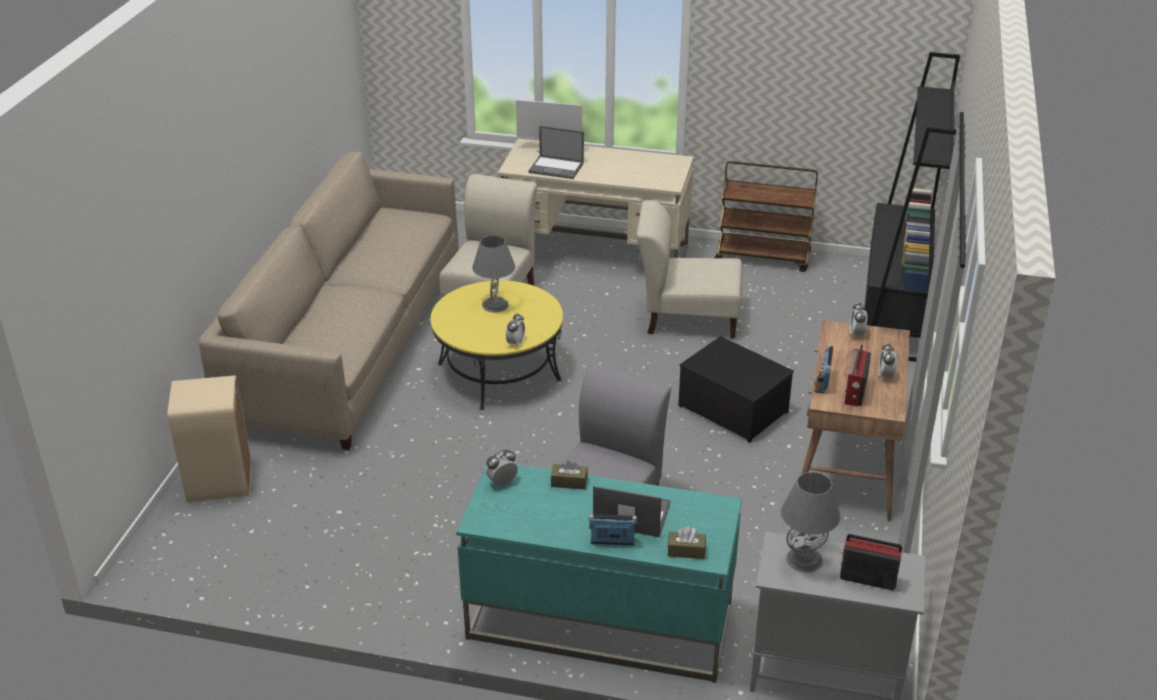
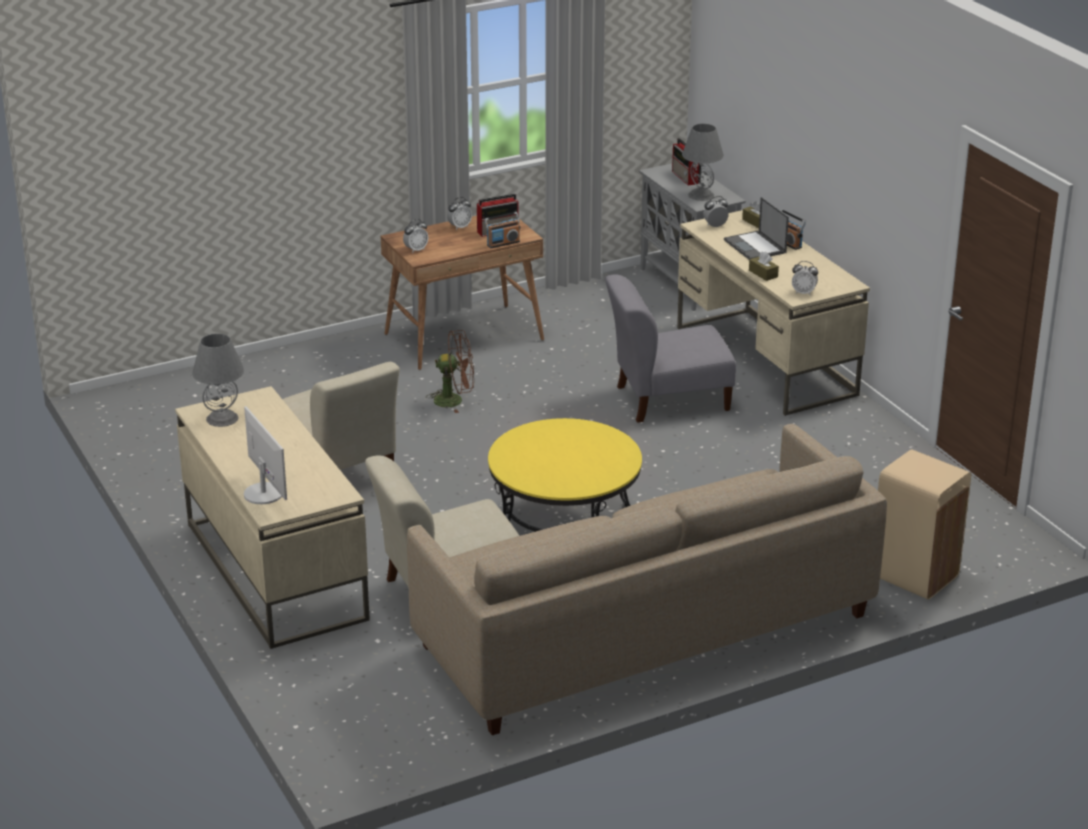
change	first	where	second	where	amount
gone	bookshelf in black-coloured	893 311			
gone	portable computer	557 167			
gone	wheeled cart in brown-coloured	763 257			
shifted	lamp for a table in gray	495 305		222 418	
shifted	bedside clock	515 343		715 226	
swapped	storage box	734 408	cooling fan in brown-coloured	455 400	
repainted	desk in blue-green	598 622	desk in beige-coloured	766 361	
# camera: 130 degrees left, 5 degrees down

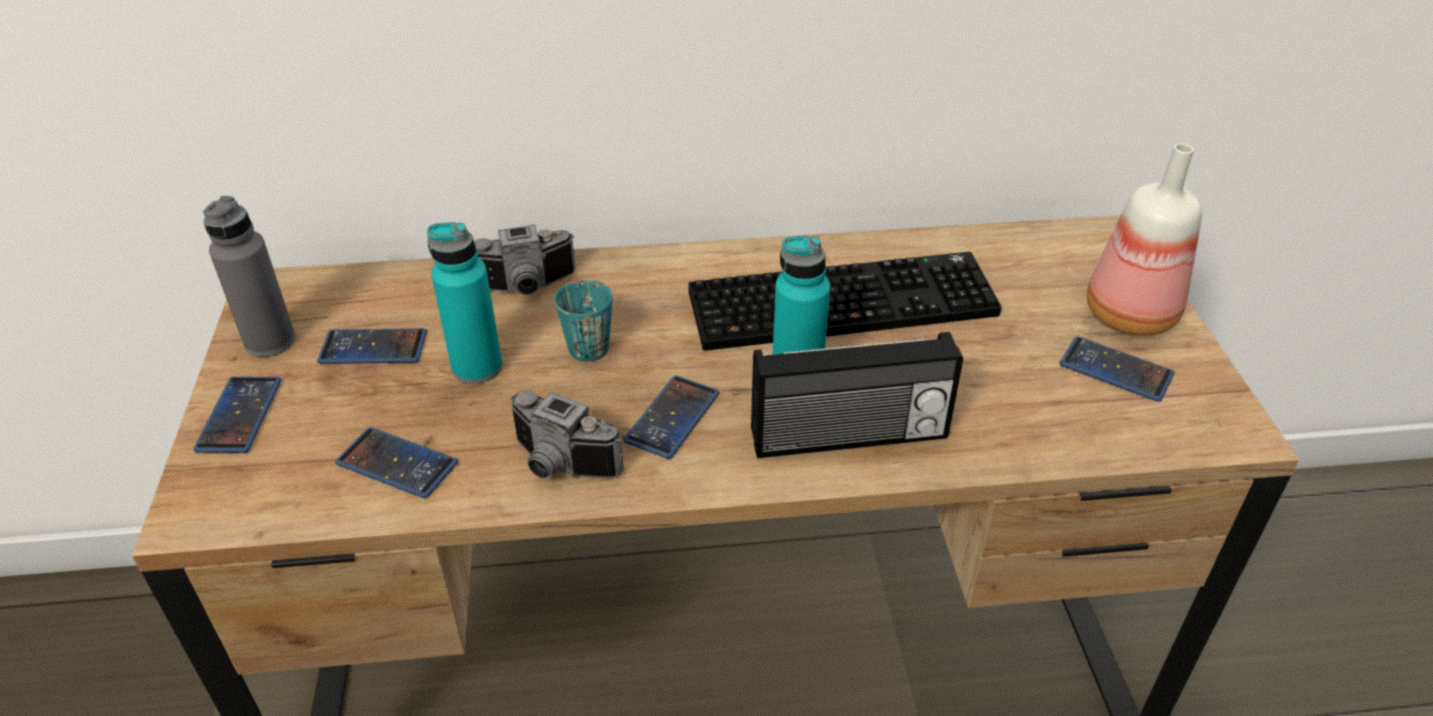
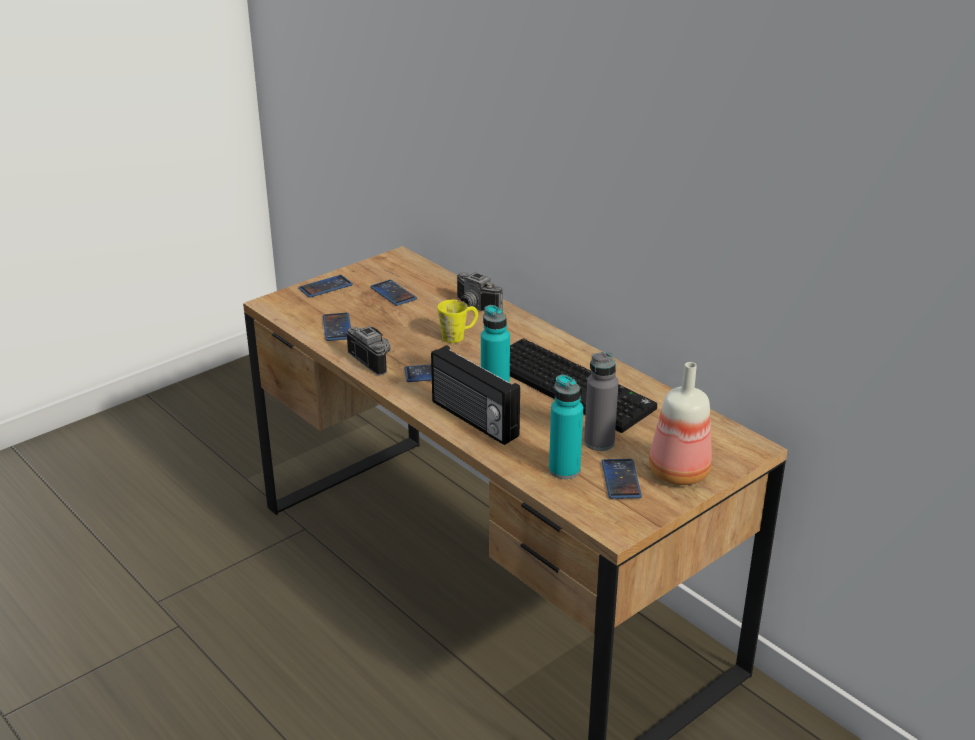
change	first	where	second	where	amount
shifted	beverage bottle in gray	270 341		599 442	
shifted	beverage bottle in blue-green	477 367		564 470	
repainted	coffee mug in blue-green	589 339	coffee mug in yellowish	459 335	
rotated	photo camera	559 466		375 360	150 degrees clockwise
# camera: 55 degrees right, 10 degrees down

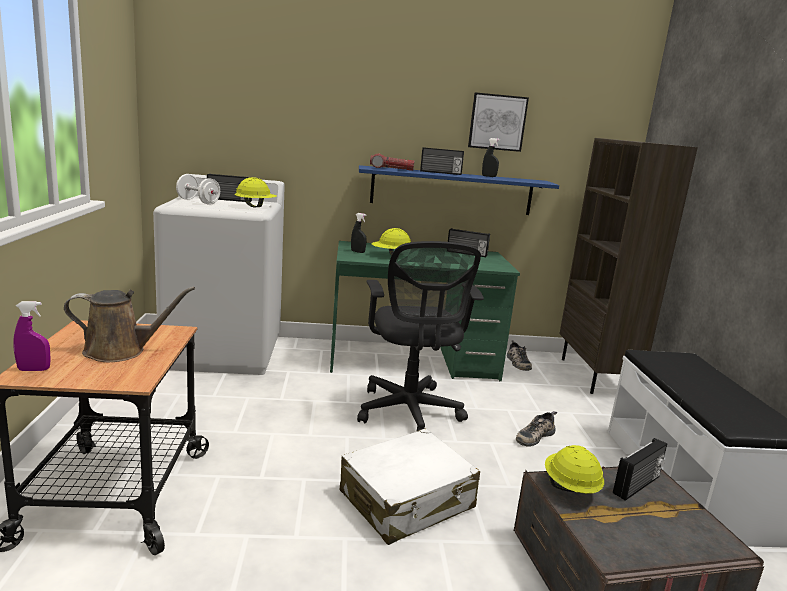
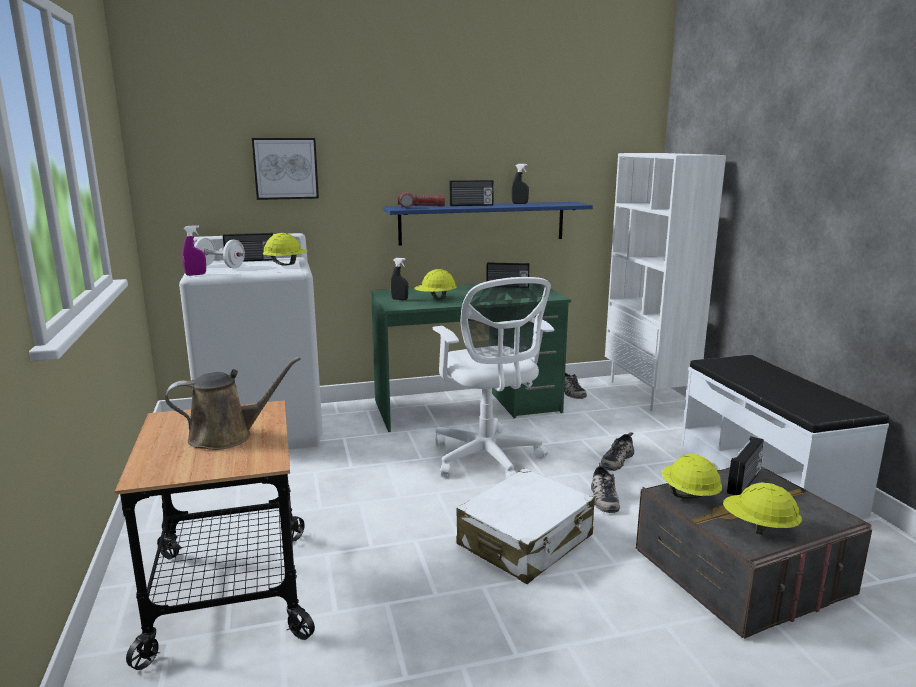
change	first	where	second	where	amount
shifted	wall picture	497 122		285 168	
repainted	bookshelf in brown-coloured	595 376	bookshelf in white	649 394	
repainted	computer chair in black-coloured	409 414	computer chair in white	488 459	
shifted	spray bottle in purple	34 370		196 274	
new			item of footwear	602 497	
new			safety helmet in yellowish	758 527	
# camera: 10 degrees left, 0 degrees up

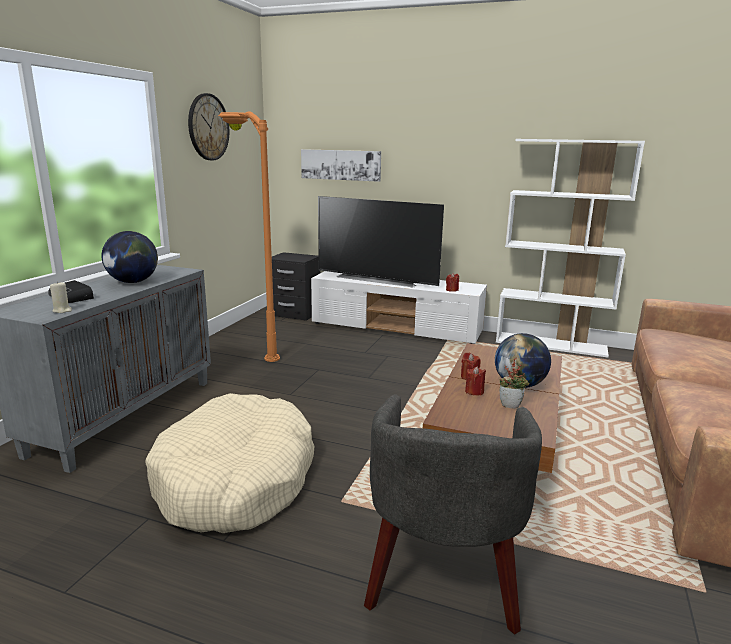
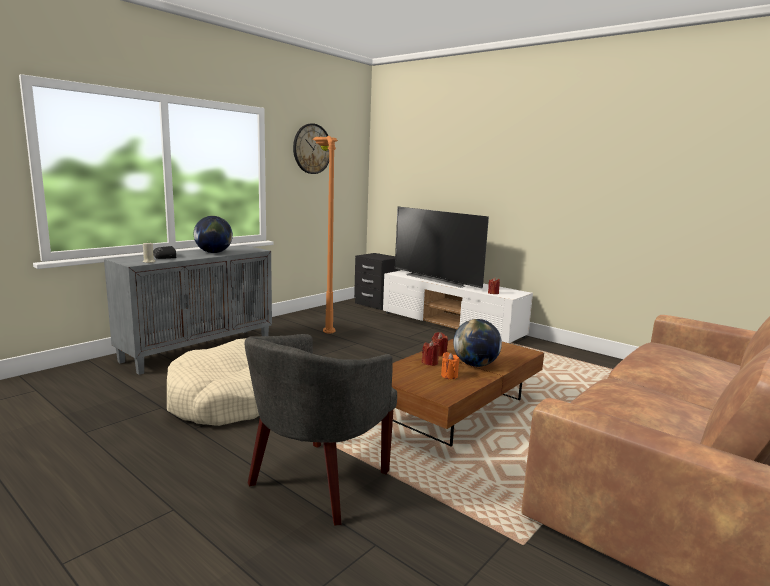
change	first	where	second	where	amount
gone	bookshelf in white	551 344			
gone	wall picture	341 165			
swapped	potted plant	511 405	wax candle in orangey	449 376	
# camera: 20 degrees right, 5 degrees down

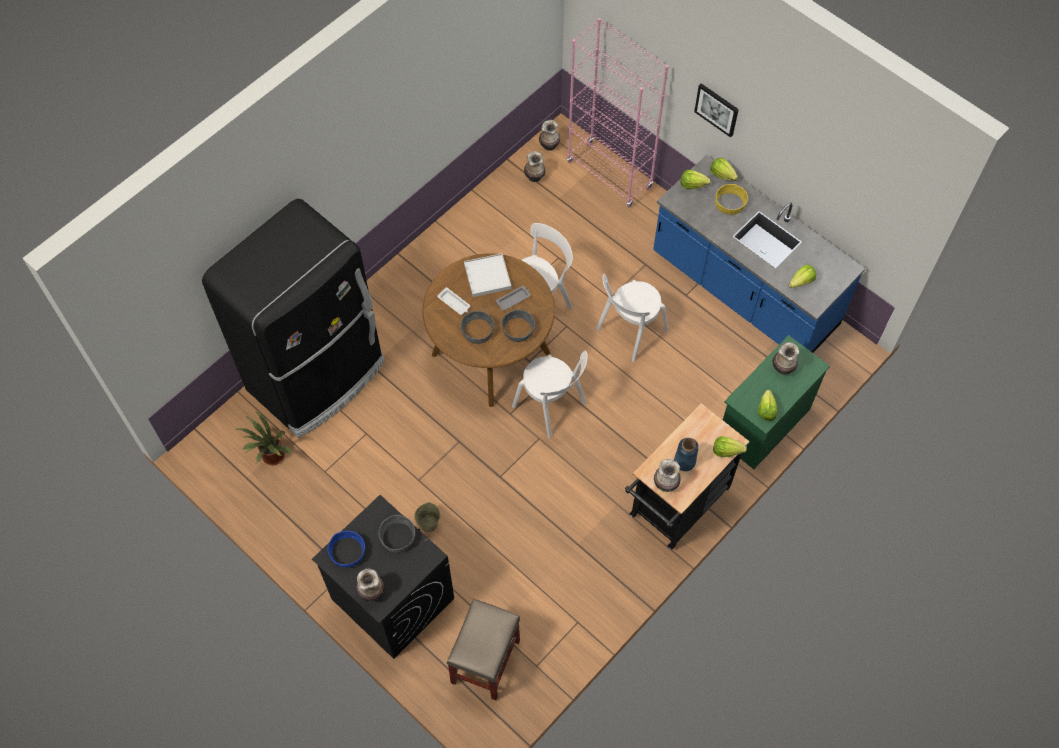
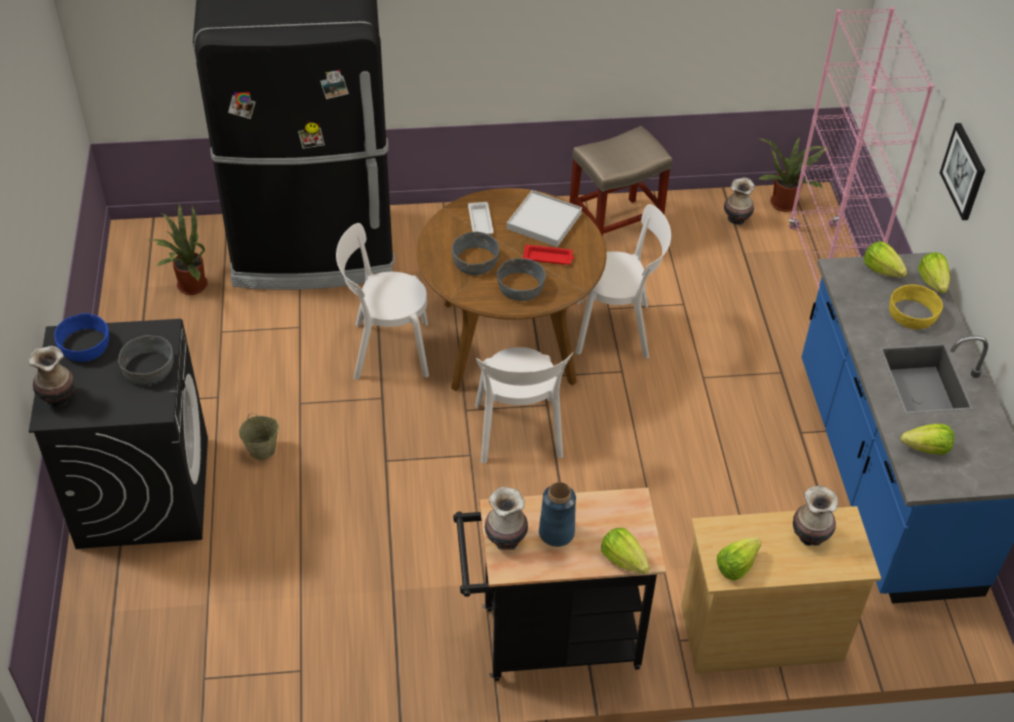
change	first	where	second	where	amount
swapped	flower vase	549 145	potted plant	785 202	
shifted	plain chair in white	629 332		386 350	
repainted	carrying tray in gray	514 299	carrying tray in red	549 257	
repainted	drawer chest in greenish	763 424	drawer chest in beige-coloured	760 633	
shifted	stool in beige-coloured	485 660		615 225	
# camera: 40 degrees right, 15 degrees down

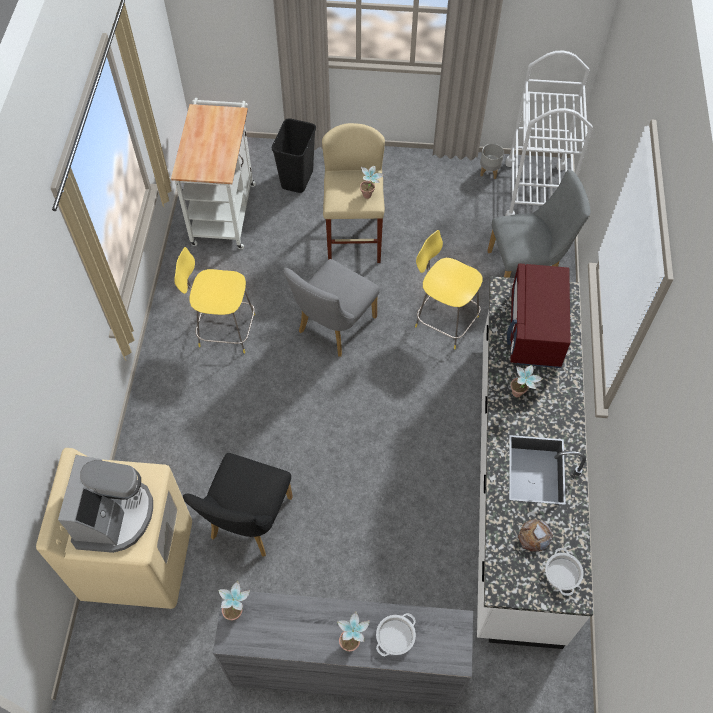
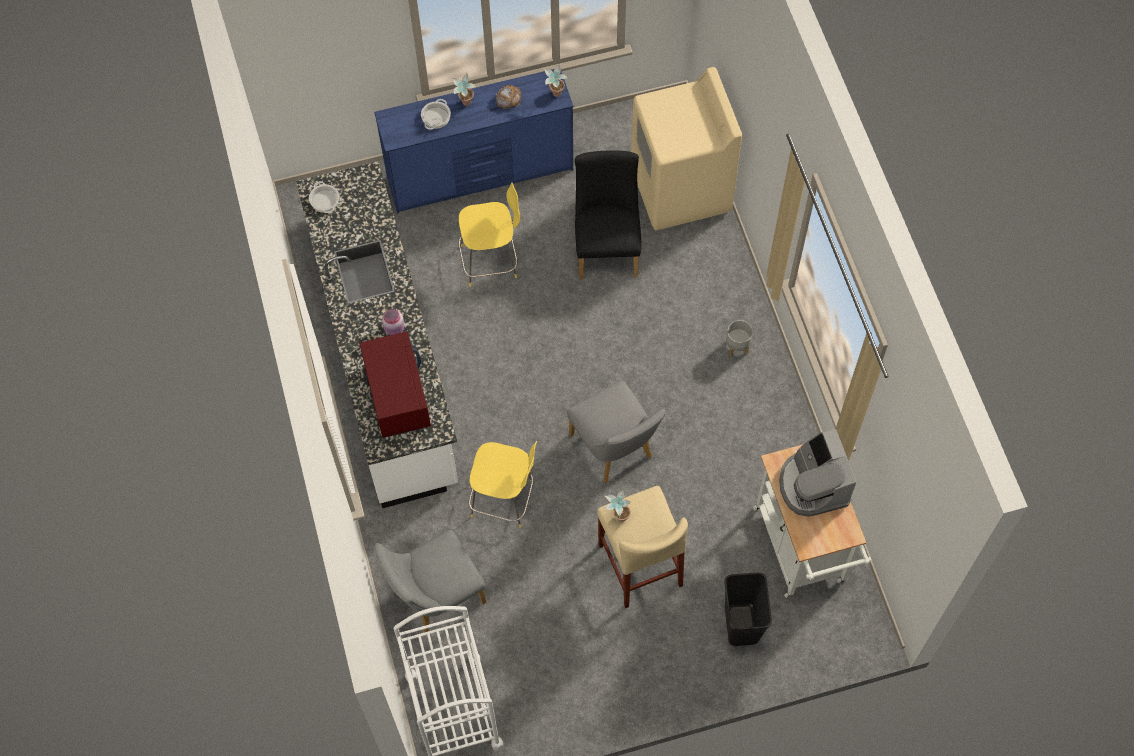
change	first	where	second	where	amount
shifted	flower pot in gray	489 172		737 347	
shifted	stool in yellowish	224 330		491 261	
rotated	plain chair in gray	333 328		615 450	135 degrees clockwise
swapped	potted plant	520 395	jar in pinkish	394 329	
shifted	coffee brewer	114 515		812 485	
shifted	bakery bread	534 536		508 98	
repainted	drawer chest in gray	345 666	drawer chest in blue-coloured	481 174	
# camera: 160 degrees right, 5 degrees up

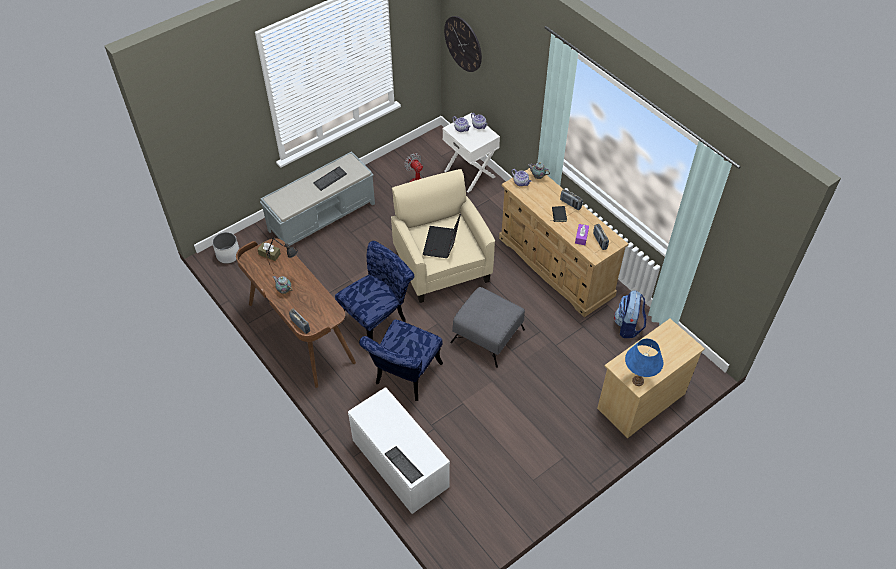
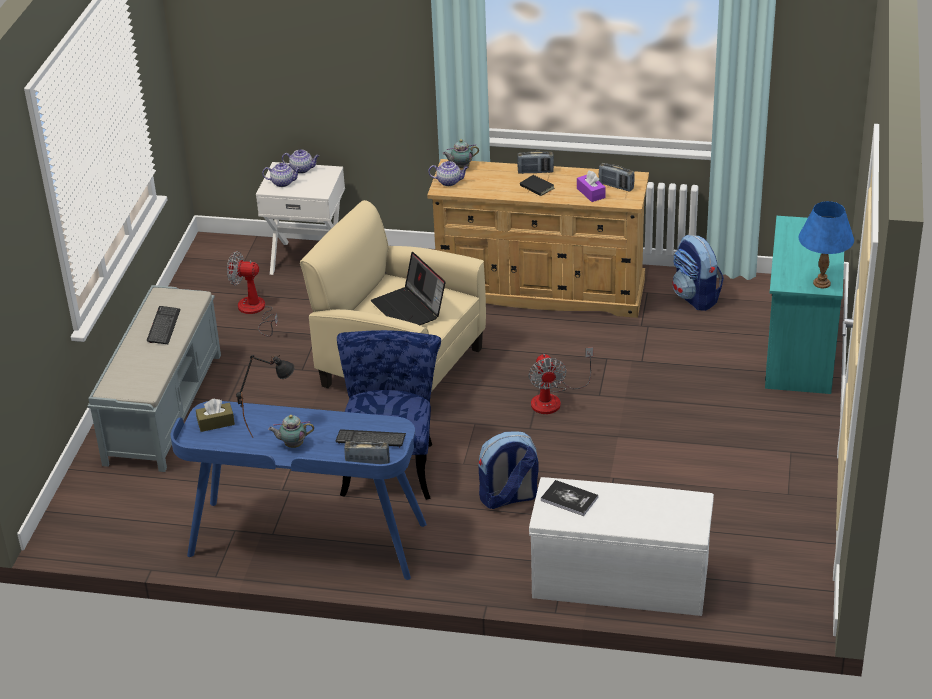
change	first	where	second	where	amount
gone	clock on the wall	463 44			
gone	flower pot in white	228 255			
repainted	desk in brown-coloured	299 333	desk in blue-coloured	307 541	
swapped	ottoman in gray	488 336	cooling fan	553 399	
swapped	plain chair in blue-coloured	404 377	rucksack	508 498	
repainted	drawer chest in beige-coloured	640 401	drawer chest in blue-green	799 354	
shifted	keyboard	403 465		370 439	
new			book	569 499	
# camera: 40 degrees left, 15 degrees down

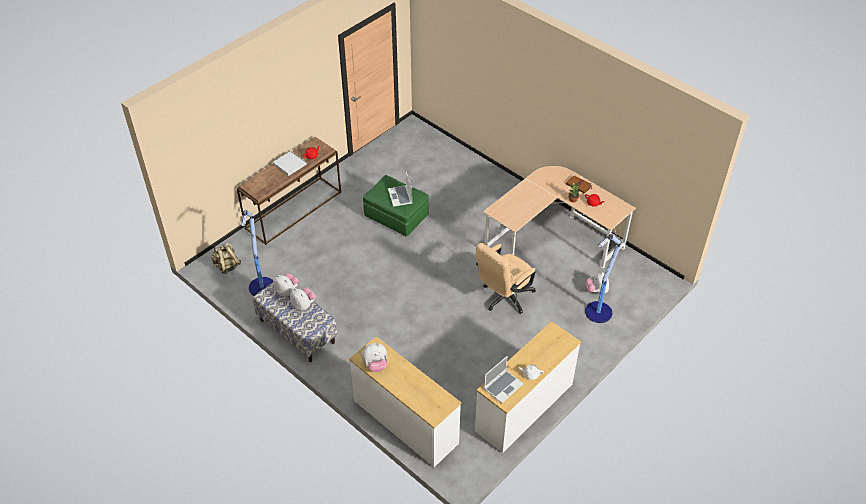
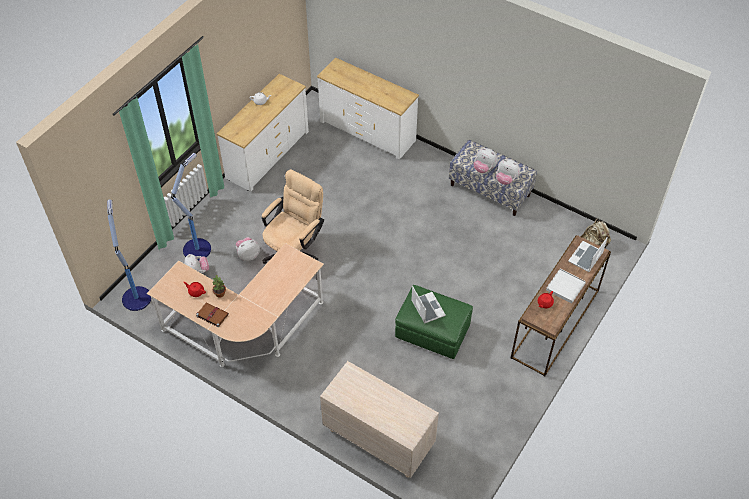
change	first	where	second	where	amount
shifted	standard lamp	262 288		136 297	
shifted	soft toy	375 365		248 255	
shifted	portable computer	503 386		586 258	
new			drawer chest in beige-coloured	378 439	
# camera: 170 degrees right, 5 degrees up

